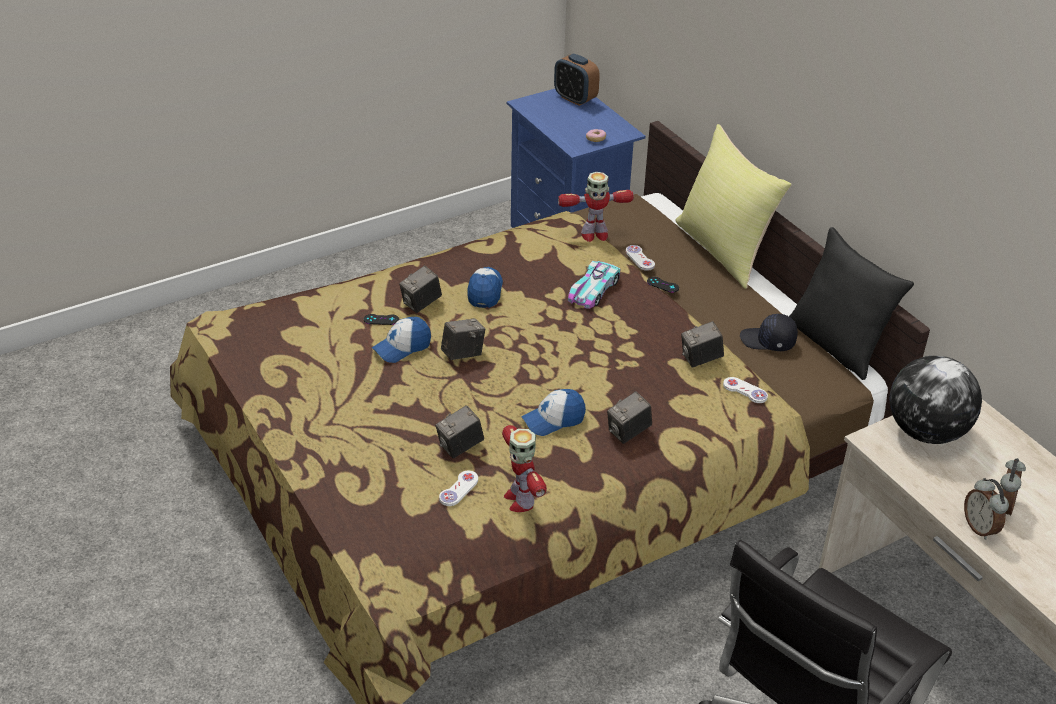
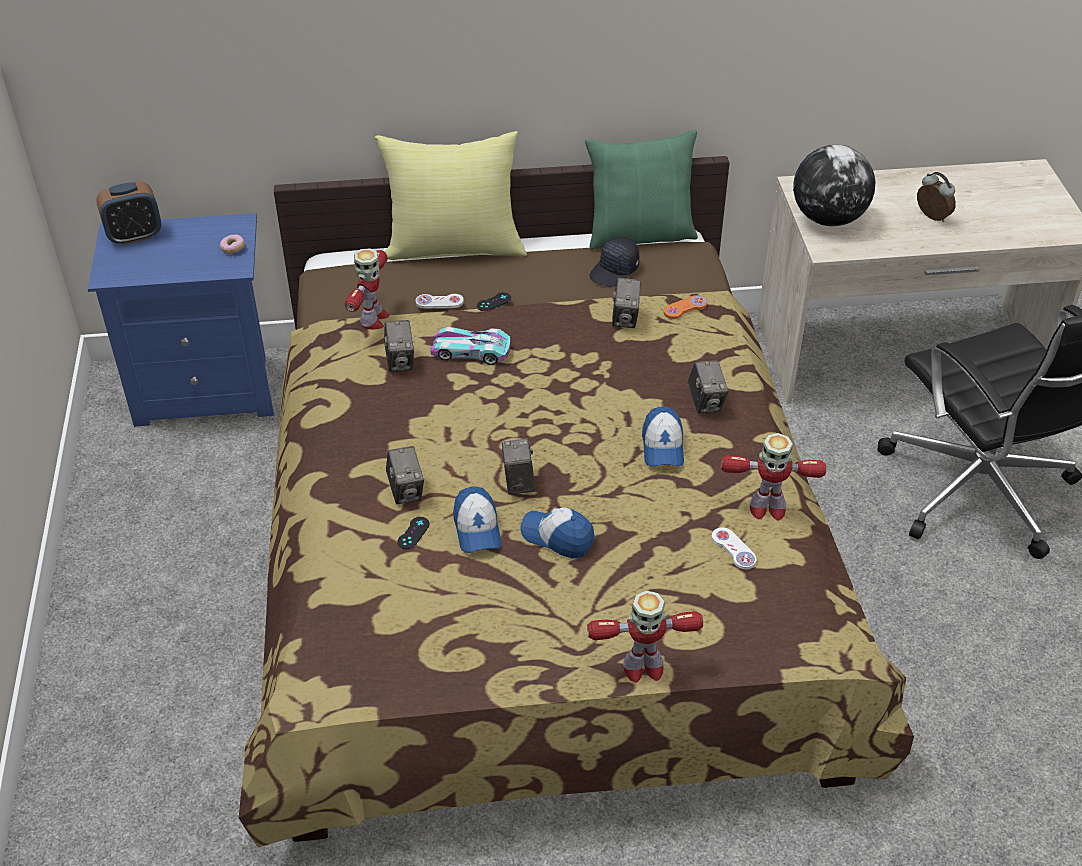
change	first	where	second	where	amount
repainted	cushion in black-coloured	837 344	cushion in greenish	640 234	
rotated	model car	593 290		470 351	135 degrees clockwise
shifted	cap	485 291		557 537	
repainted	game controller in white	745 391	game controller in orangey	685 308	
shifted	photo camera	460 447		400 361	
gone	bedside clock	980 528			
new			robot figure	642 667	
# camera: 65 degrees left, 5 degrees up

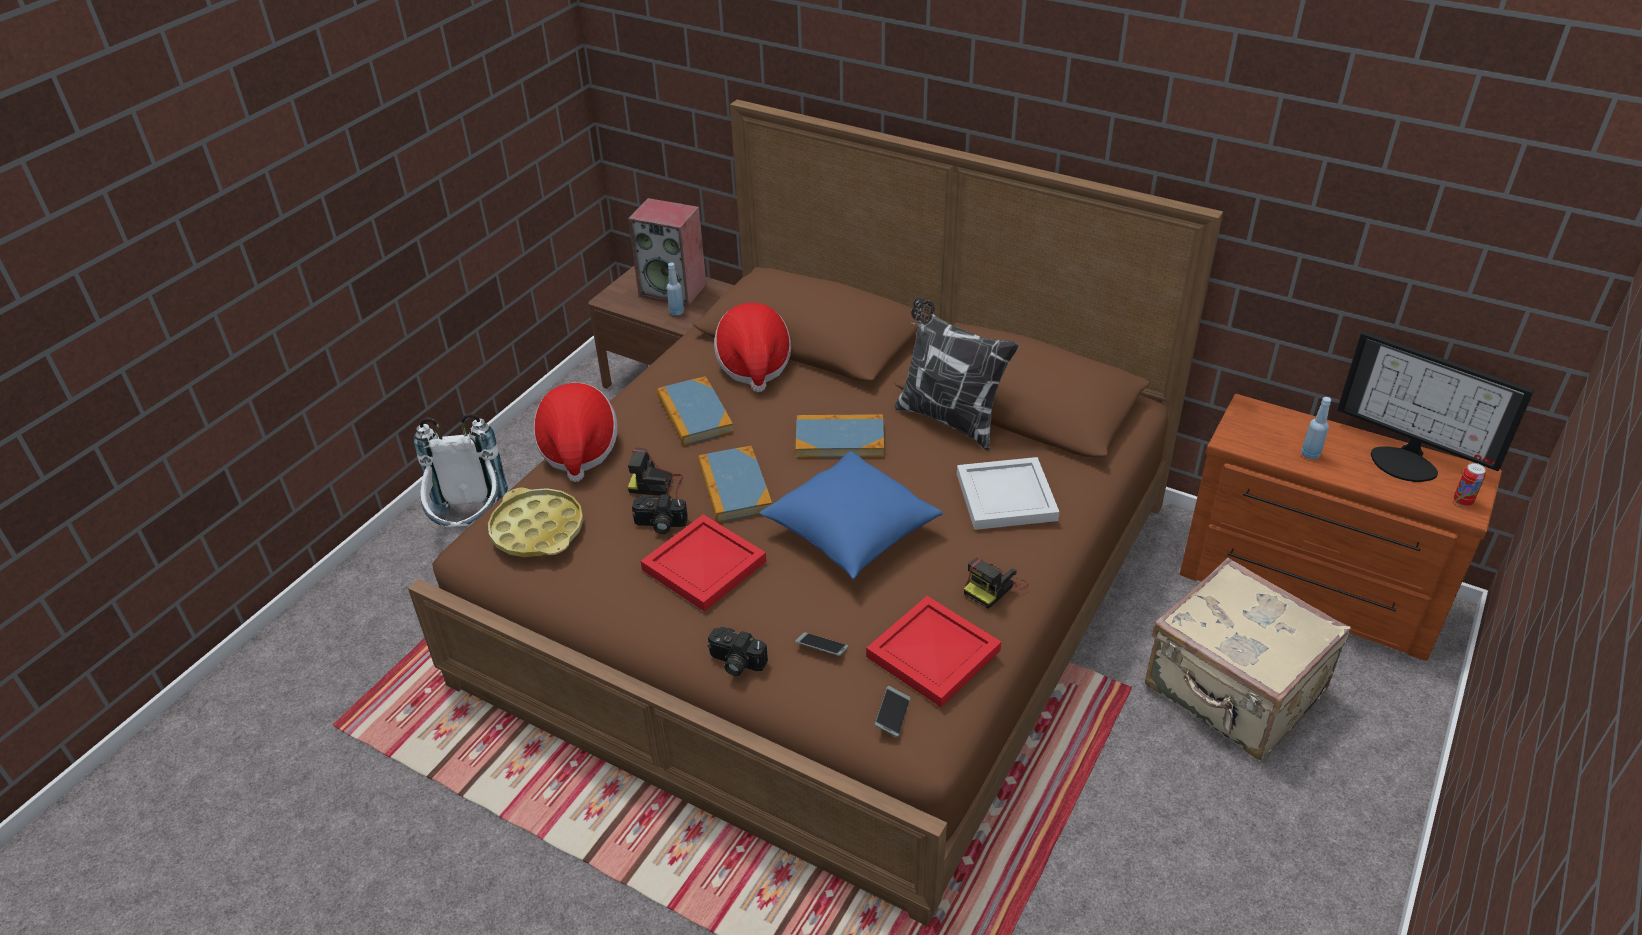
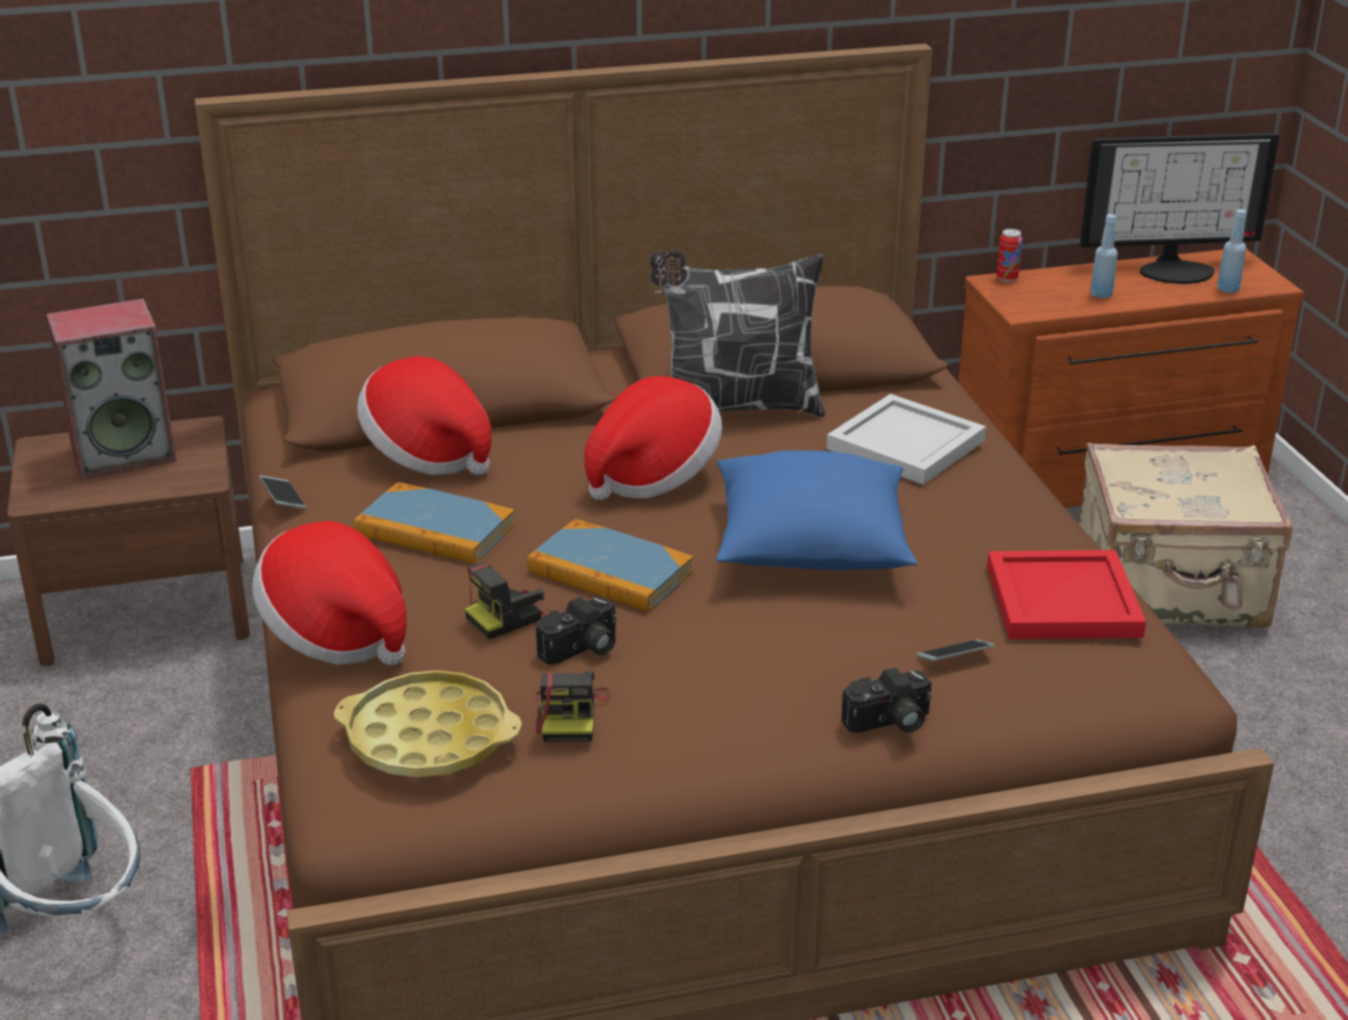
change	first	where	second	where	amount
shifted	beverage bottle in blue-coloured	677 312		1228 289	
swapped	book	839 439	clothing hat	653 475	
shifted	sealed can	1462 501		1007 278	
gone	carrying tray in red	702 565			
shifted	photo camera	994 587		570 715	
shifted	telephone	892 715		283 498	
# camera: 45 degrees left, 10 degrees down

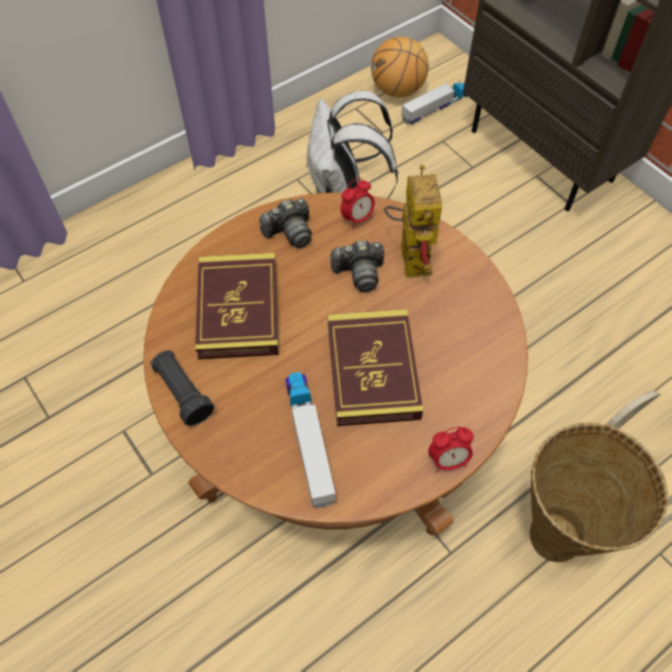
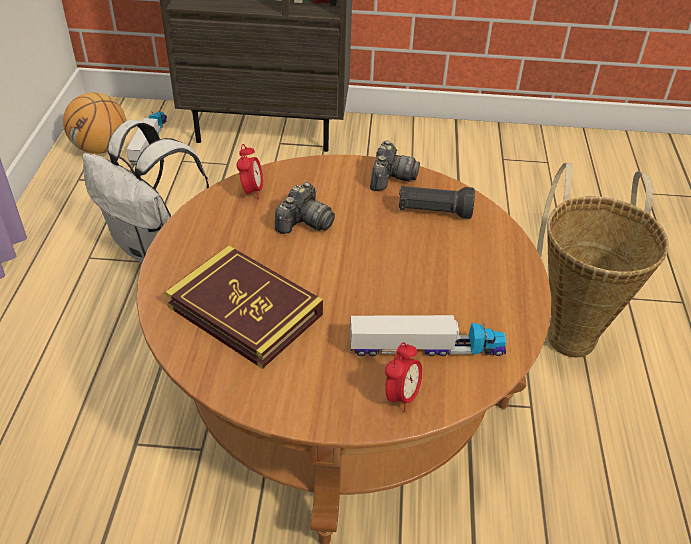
change	first	where	second	where	amount
gone	robot figure	409 253			
shifted	photo camera	290 232		390 178	
gone	book	372 370			
shifted	torch in black-coloured	183 393		434 212	
rotated	toy truck	309 440		426 348	150 degrees clockwise
shifted	bedside clock	448 460		401 396	
# camera: 50 degrees left, 15 degrees down

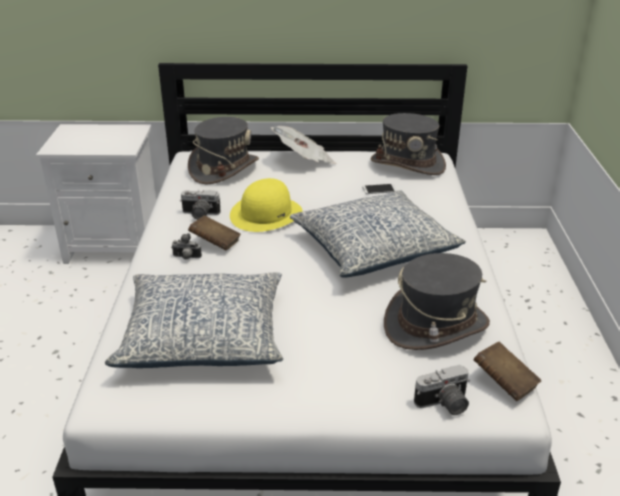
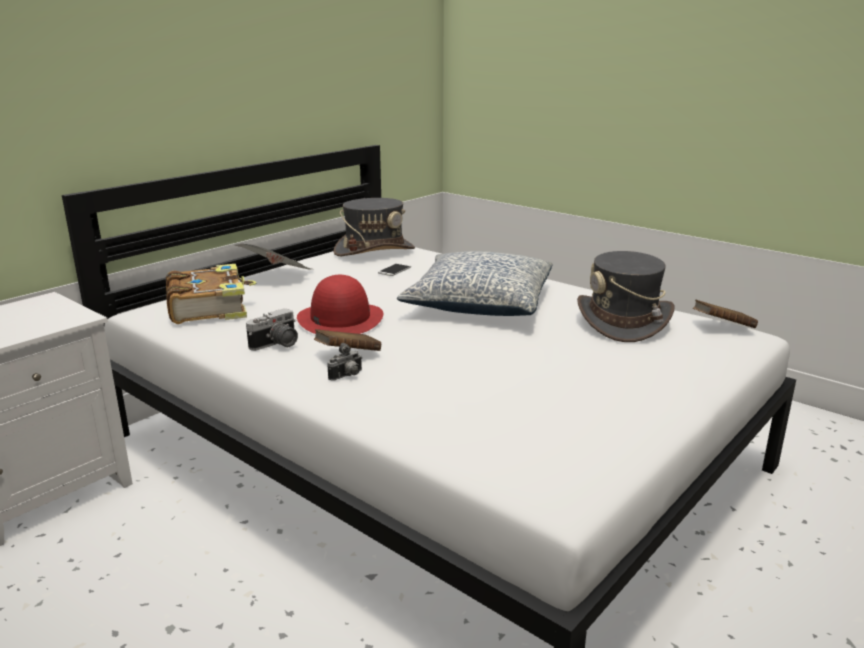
change	first	where	second	where	amount
swapped	clothing hat in gray	223 168	book	209 307	
repainted	clothing hat in yellowish	266 213	clothing hat in red	340 318	
gone	cushion	204 336			
gone	photo camera	444 405			
# camera: 50 degrees left, 10 degrees down

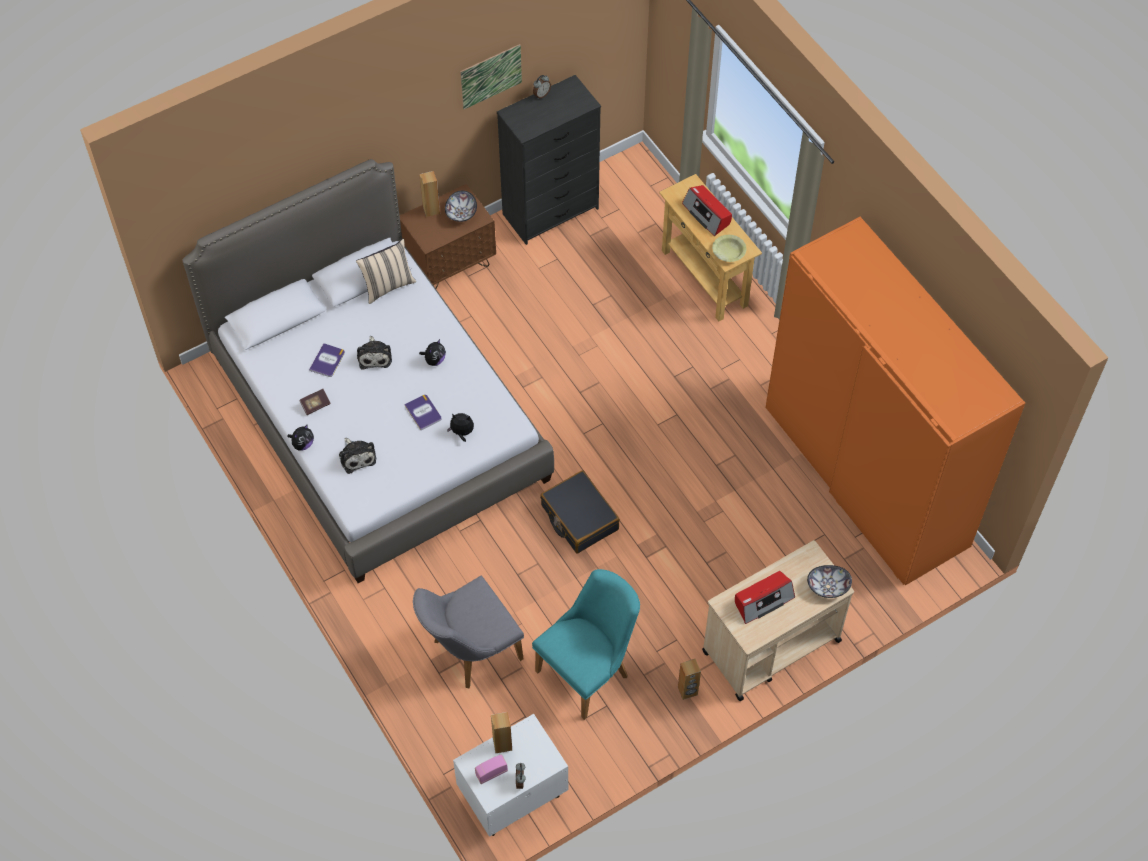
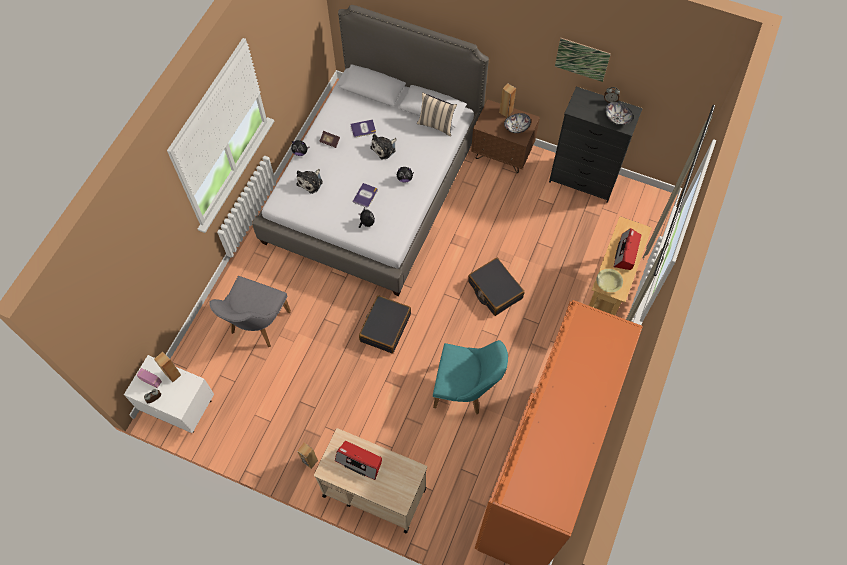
change	first	where	second	where	amount
shifted	serving bowl	828 587		616 118	
shifted	plain chair in blue-green	589 669		466 390	
rotated	plain chair in gray	469 652		256 326	90 degrees counterclockwise
new			travel case in black-coloured	494 290	
# camera: 55 degrees right, 5 degrees up

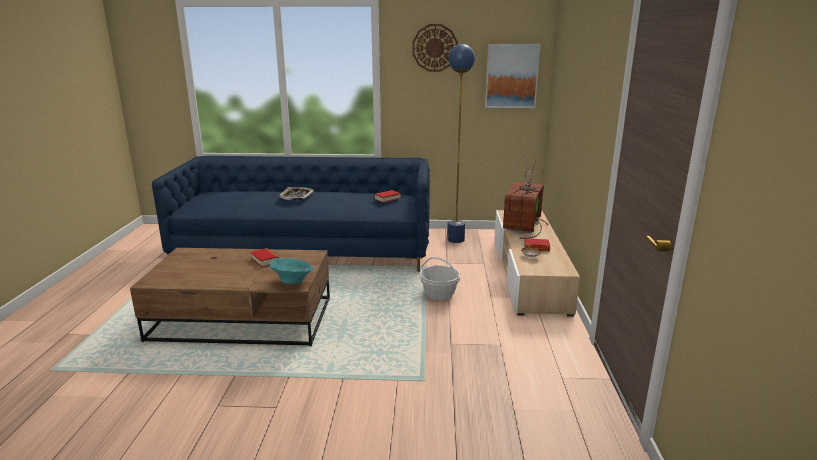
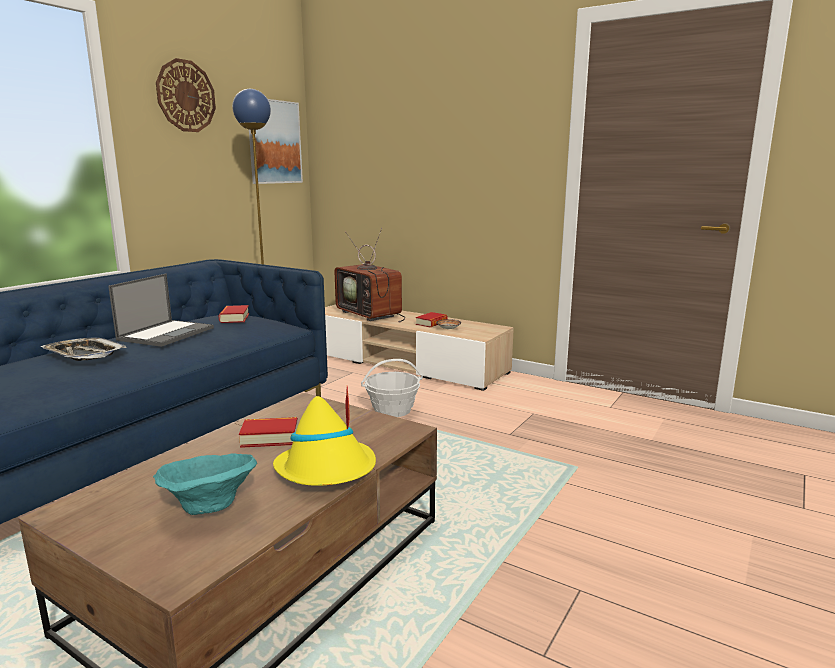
change	first	where	second	where	amount
shifted	serving bowl in blue-green	292 281		209 506	
new			portable computer	167 333	
new			clothing hat in yellowish	327 471	
# camera: 60 degrees left, 5 degrees down

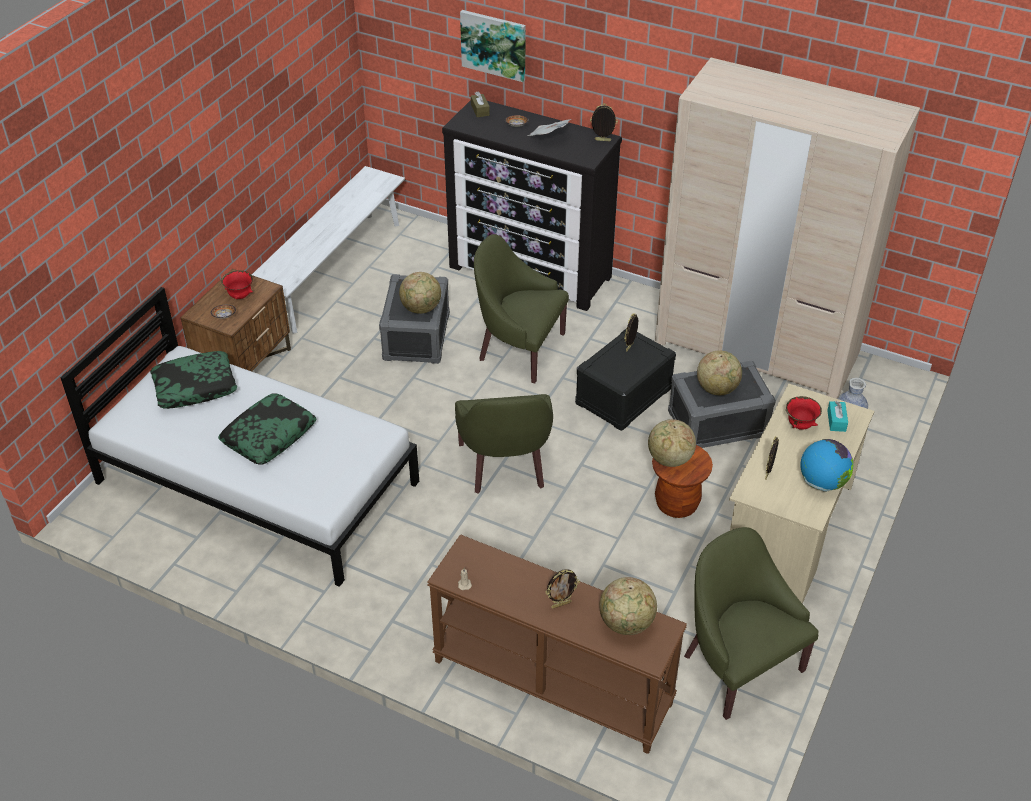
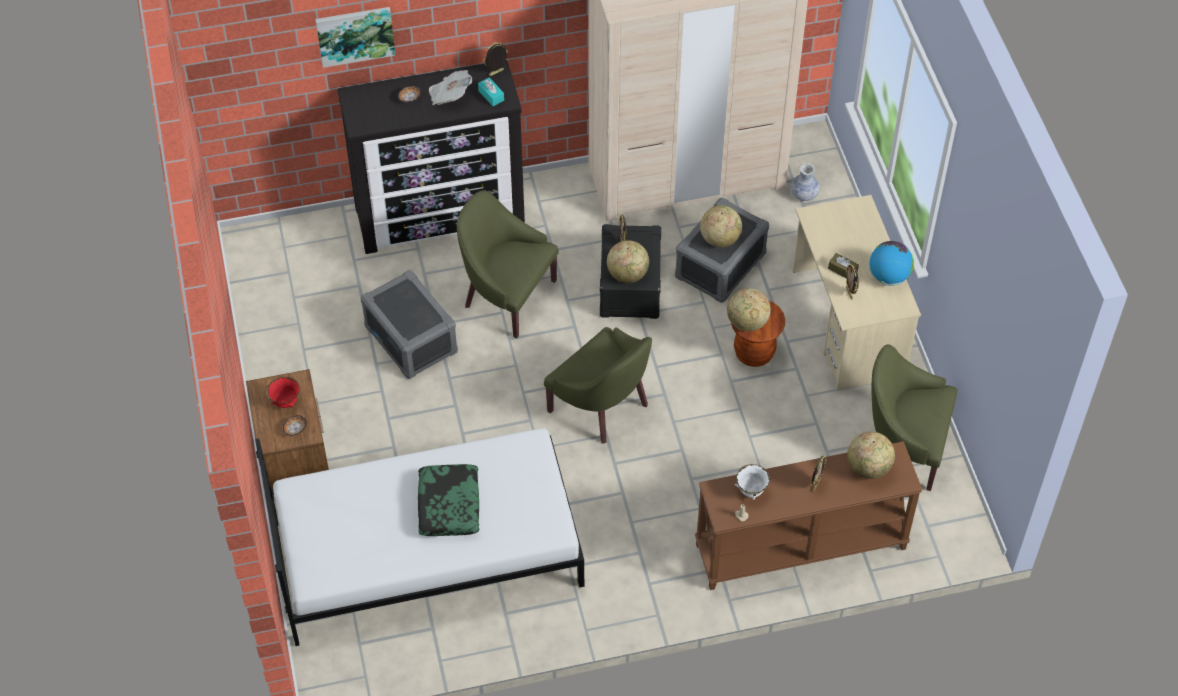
change	first	where	second	where	amount
shifted	tissue holder in brown-coloured	480 110		842 270	
gone	bench in white	333 271			
rotated	easy chair in greenish	519 349		506 296	45 degrees clockwise
shifted	desk globe	421 308		627 274	
gone	cushion	195 387			
gone	serving bowl in red	799 425			
shifted	tissue holder in blue-green	836 421		491 95	
new			serving bowl in white	751 491	
# camera: 40 degrees left, 10 degrees up

